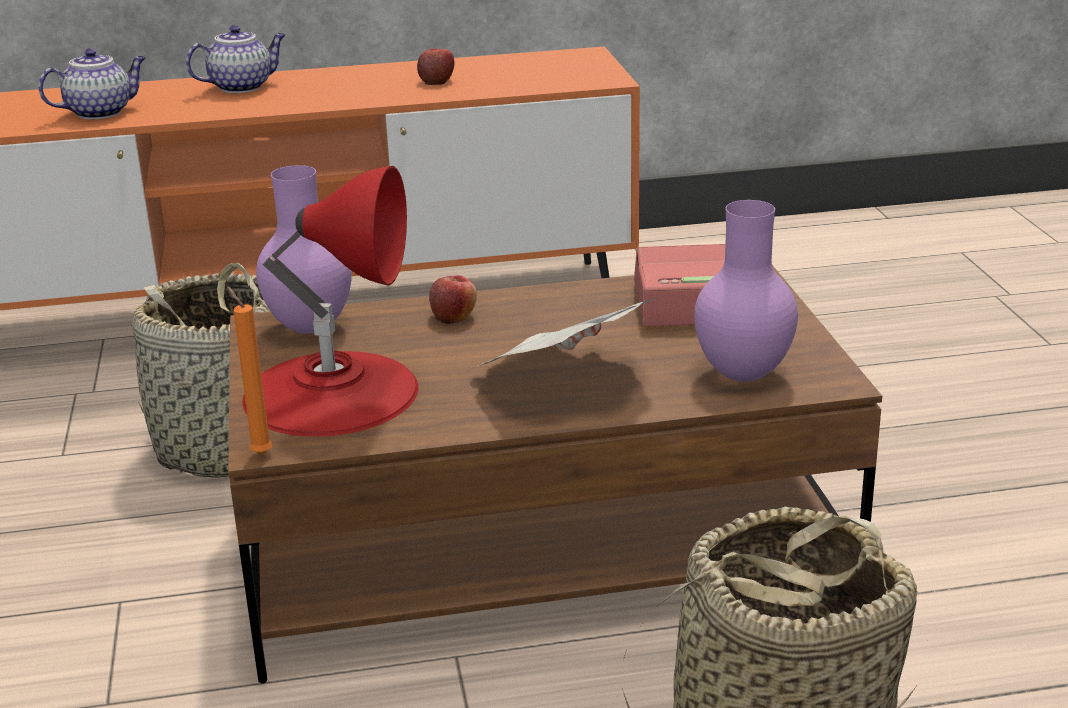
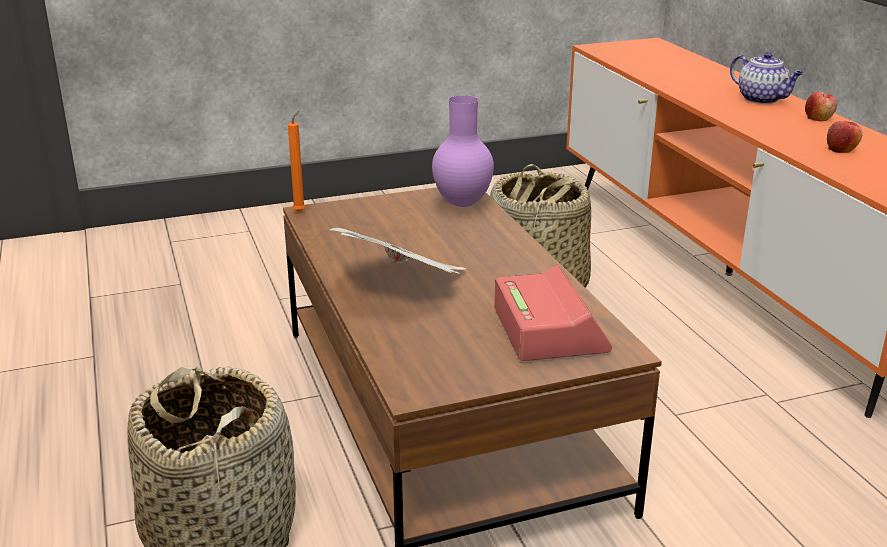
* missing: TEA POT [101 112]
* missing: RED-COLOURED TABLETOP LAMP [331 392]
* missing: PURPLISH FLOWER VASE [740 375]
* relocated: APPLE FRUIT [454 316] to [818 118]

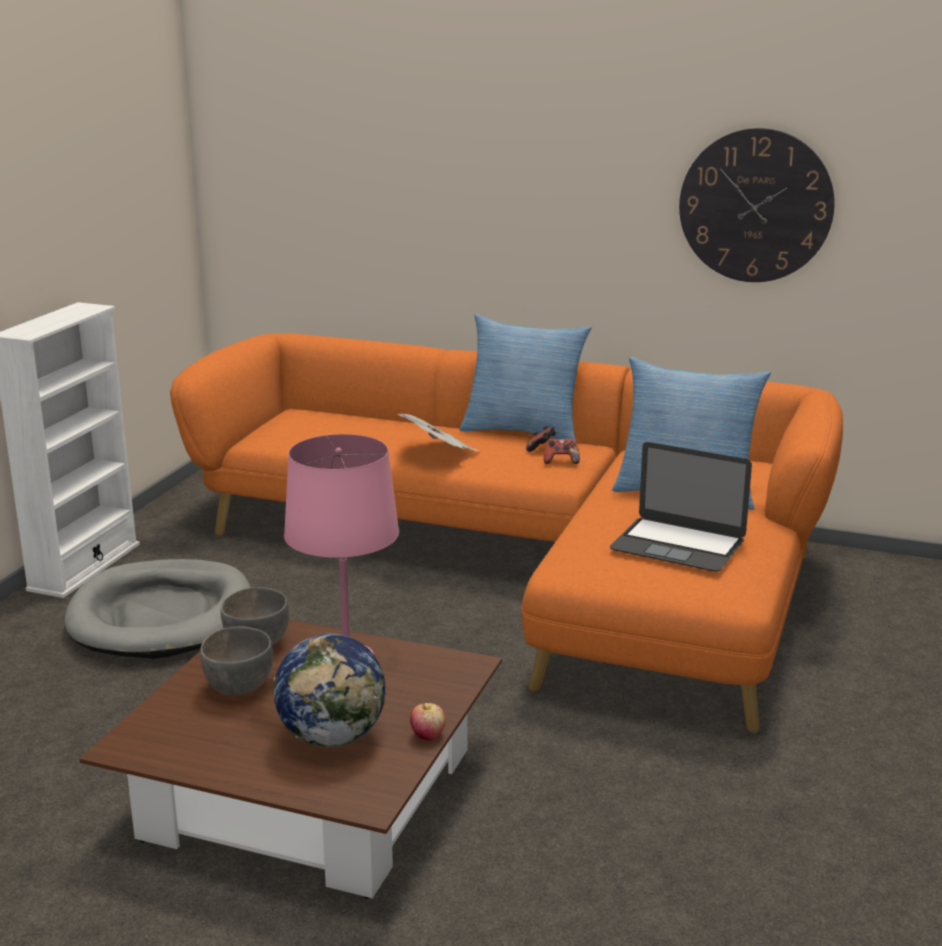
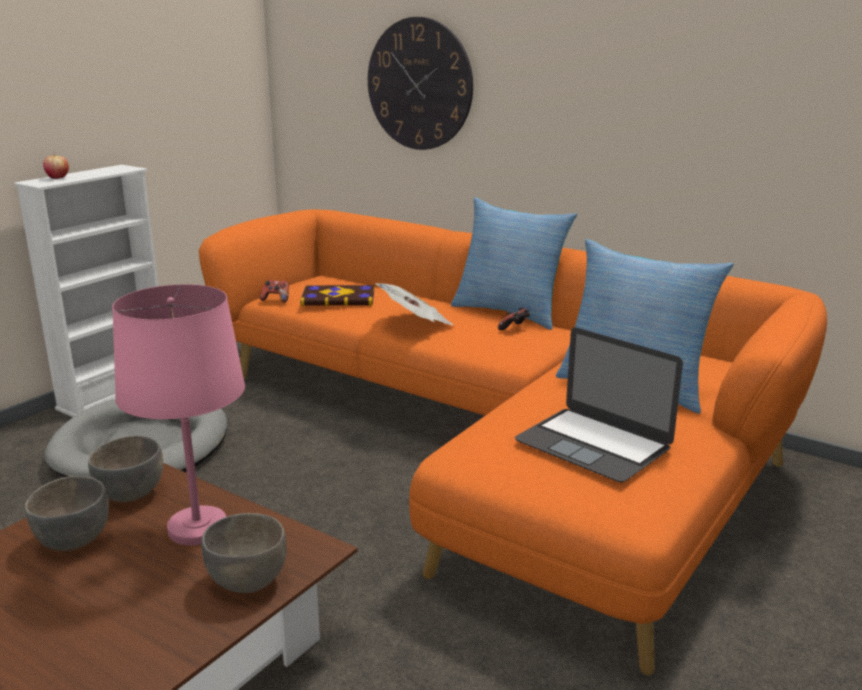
* relocated: HANGING CLOCK [755 206] to [419 84]
* relocated: GAMEPAD [561 461] to [276 299]
* missing: DESK GLOBE [333 737]
* relocated: APPLE FRUIT [428 736] to [58 178]
* appeared: BOOK [338 298]
* appeared: GREY SERVING BOWL [248 582]

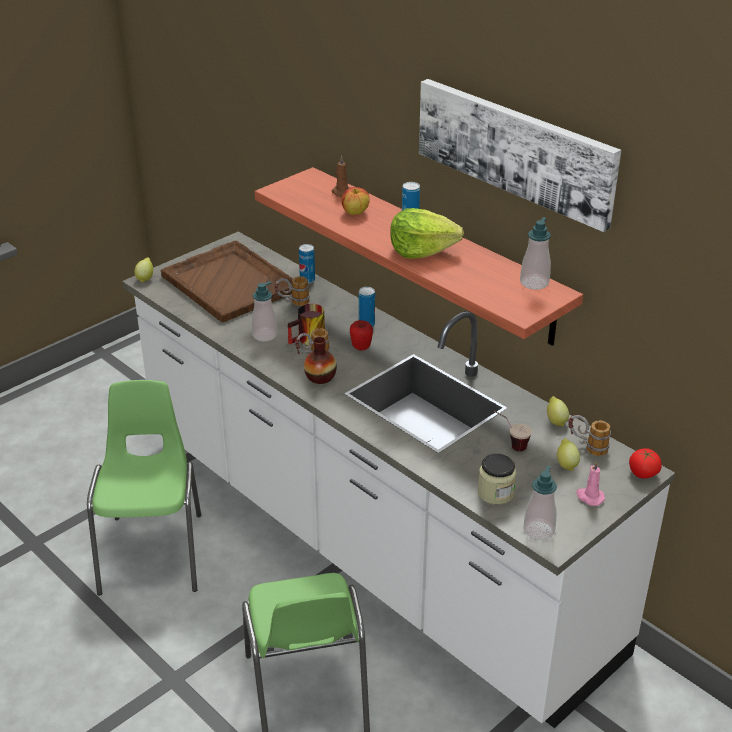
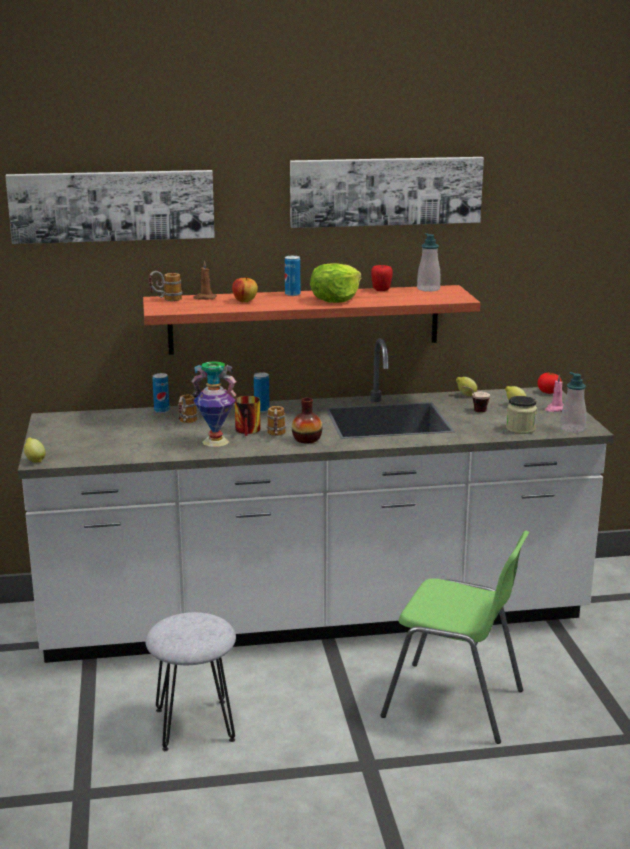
* missing: BROWN-COLOURED CARRYING TRAY [229 283]
* exchanged: SOAP BOTTLE [265 335] to FLOWER VASE [215 442]
* relocated: APPLE FRUIT [361 347] to [381 290]
* exchanged: GREEN PLAIN CHAIR [154 552] to GREY STOOL SEAT [194 724]
* relocated: TEA MUG [586 447] to [165 300]
* appeared: WALL PICTURE [112 206]

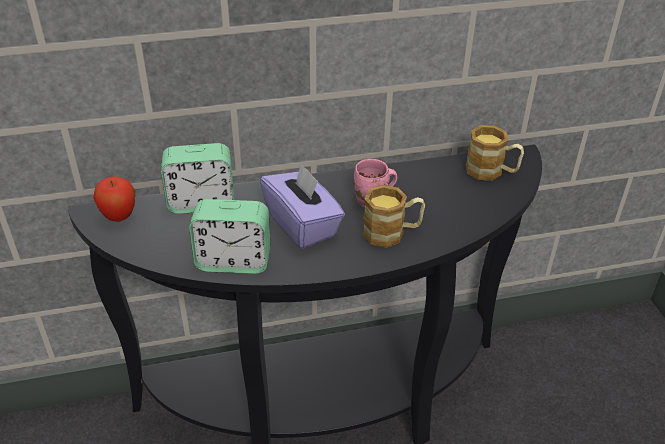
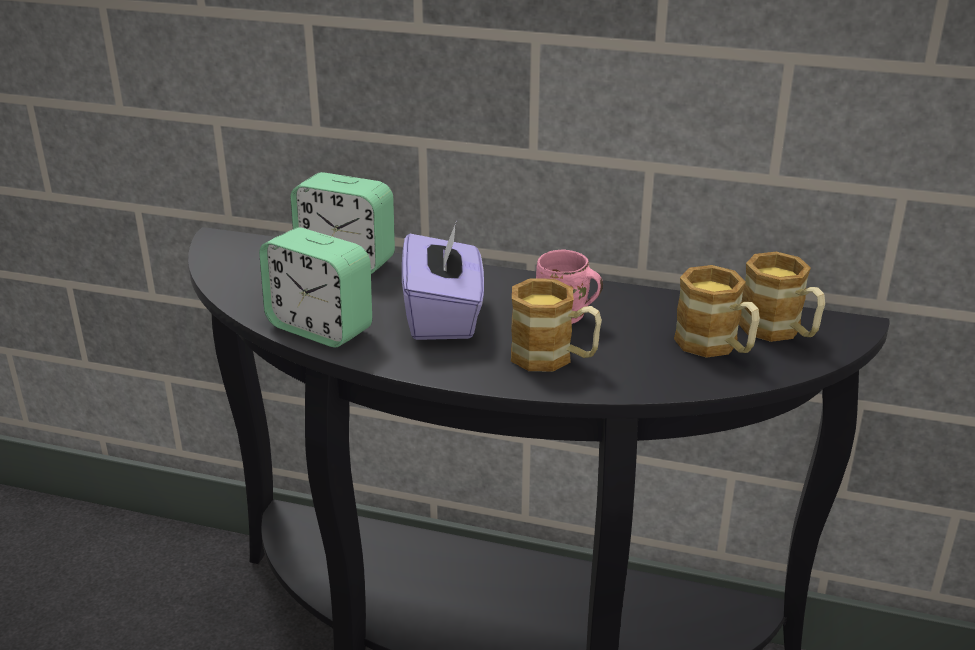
* missing: APPLE FRUIT [119 217]
* appeared: TEA MUG [716 347]

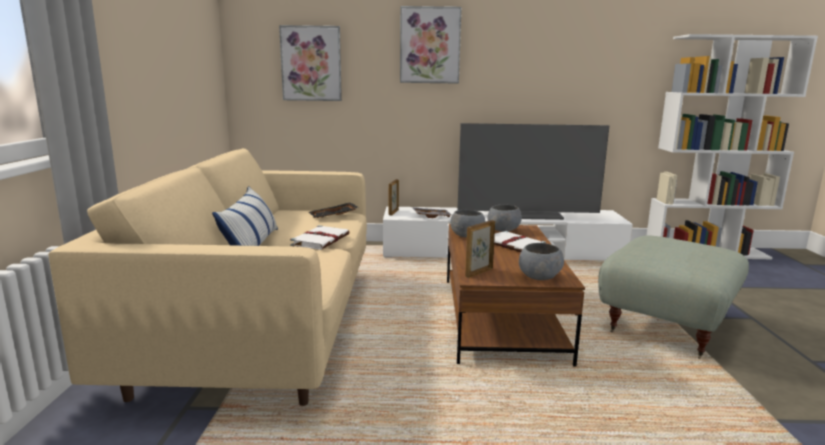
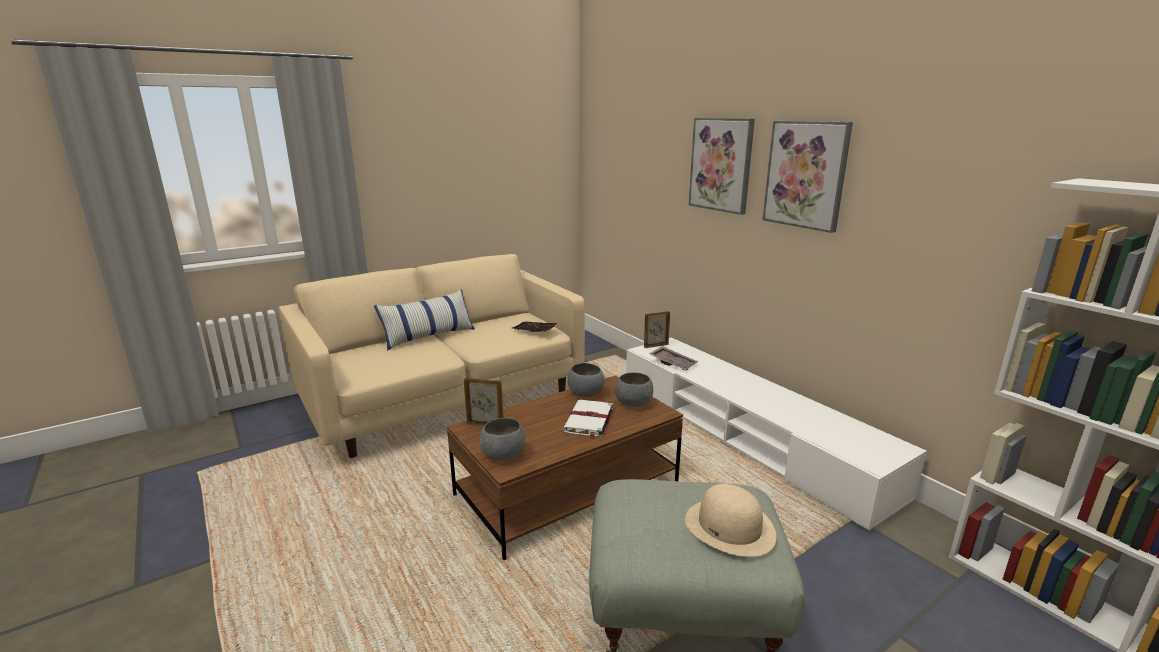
* relocated: WALL PICTURE [311 63] to [806 175]
* missing: TELEVISION [526 214]
* missing: WHITE-COLOURED BOOK [321 240]
* appeared: SAND-COLOURED CLOTHING HAT [730 527]

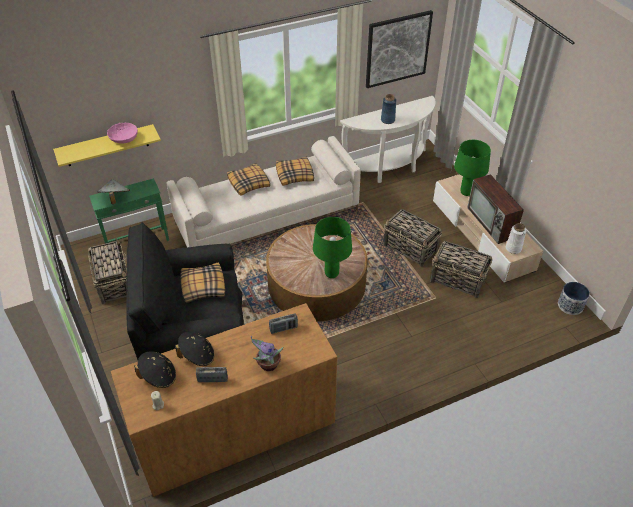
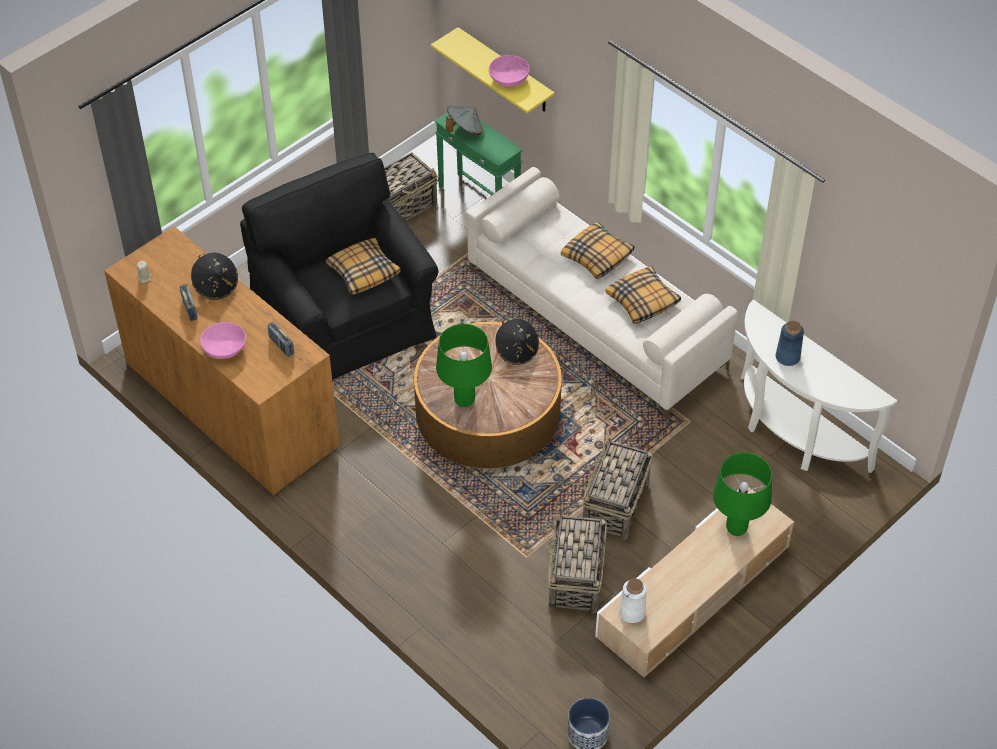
* missing: WALL PICTURE [397 49]
* missing: TELEVISION [491 223]
* exchanged: POTTED PLANT [267 365] to PINKISH SERVING BOWL [224 348]
* relocated: BLACK-COLOURED CLOTHING HAT [159 377] to [517 351]

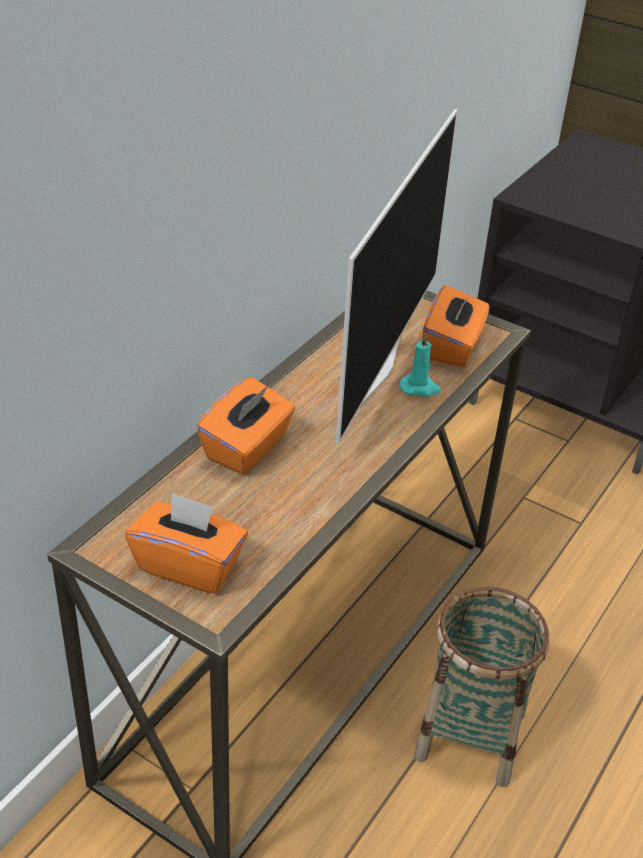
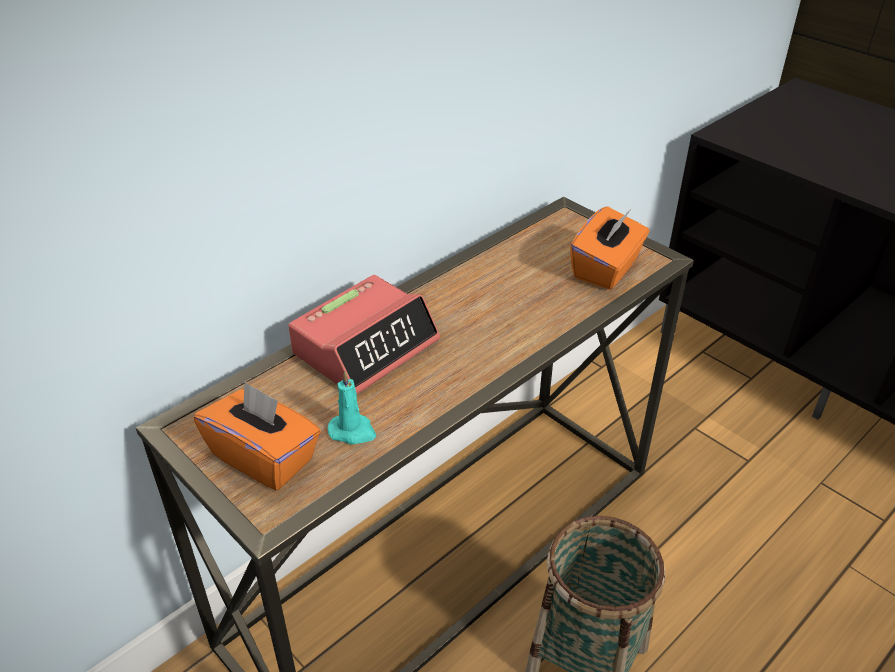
* missing: TELEVISION [375 369]
* relocated: TURQUOISE WAX CANDLE [420 388] to [353 431]
* exchanged: ORANGE BOX OF TISSUES [247 448] to BEDSIDE CLOCK [366 346]

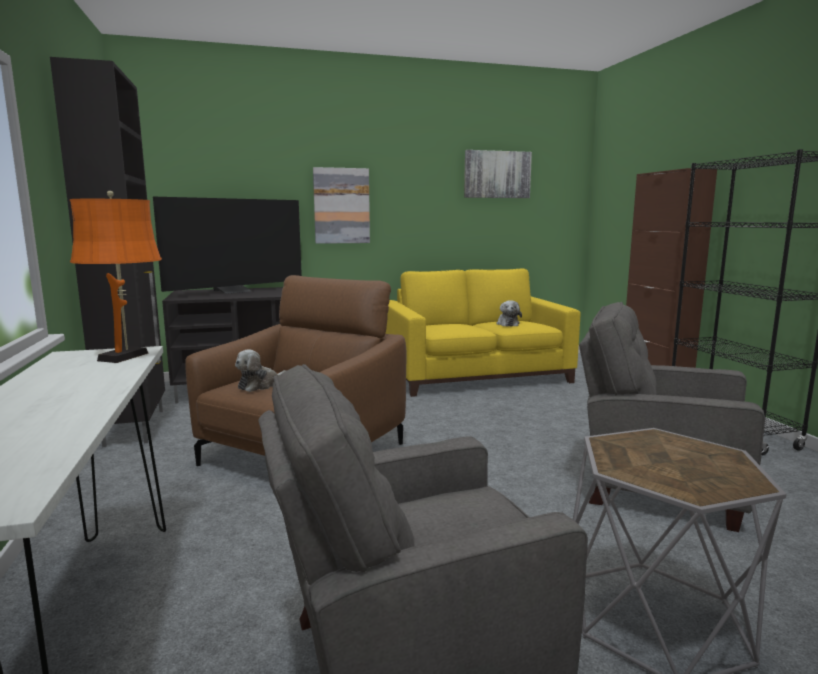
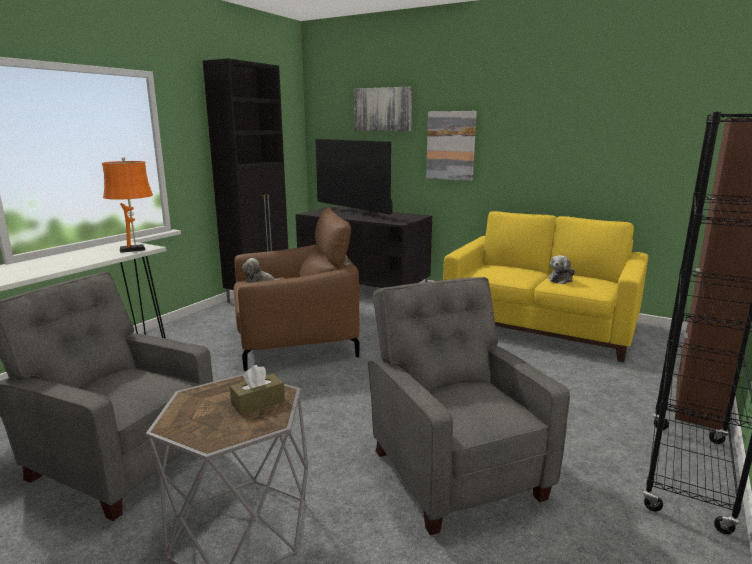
* relocated: WALL PICTURE [497 174] to [383 109]
* spun: TELEVISION [235 291] = [356 212] 45 degrees clockwise
* appeared: BROWN-COLOURED BOX OF TISSUES [258 402]

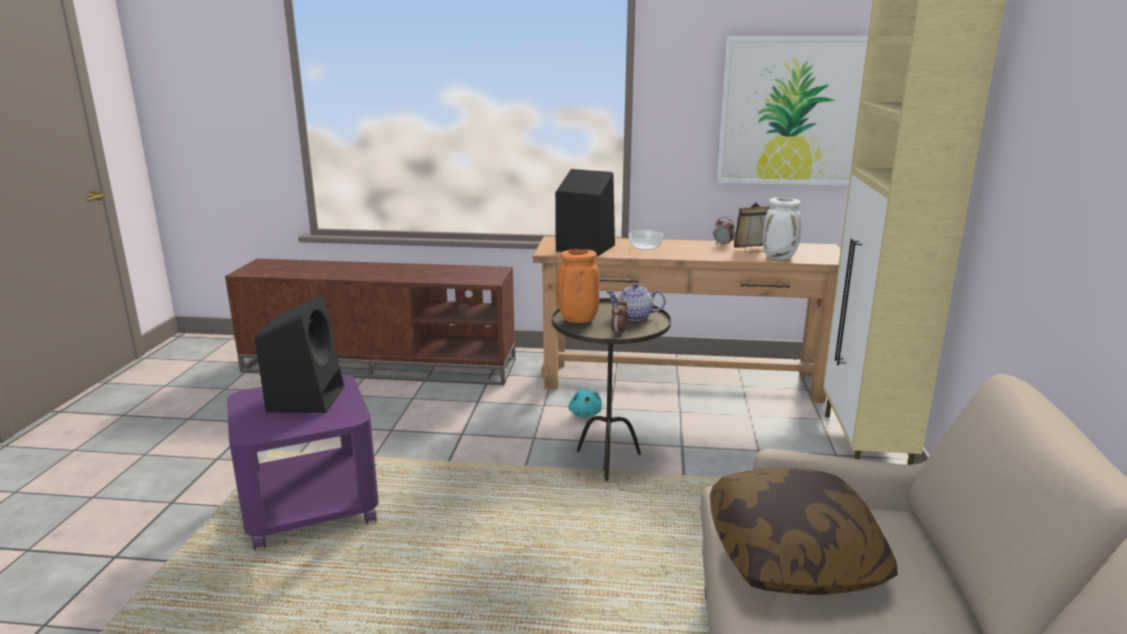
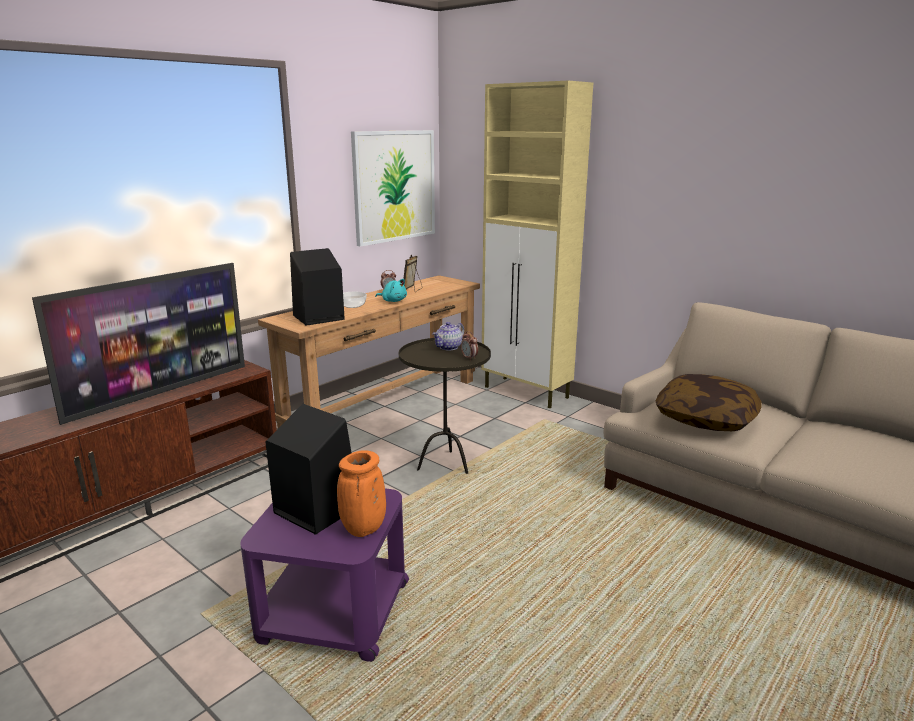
* missing: WHITE-COLOURED FLOWER VASE [779 257]
* relocated: ORANGE FLOWER VASE [577 320] to [363 530]
* relocated: TURQUOISE CUDDLY TOY [585 414] to [393 301]
* appeared: TELEVISION [161 392]

